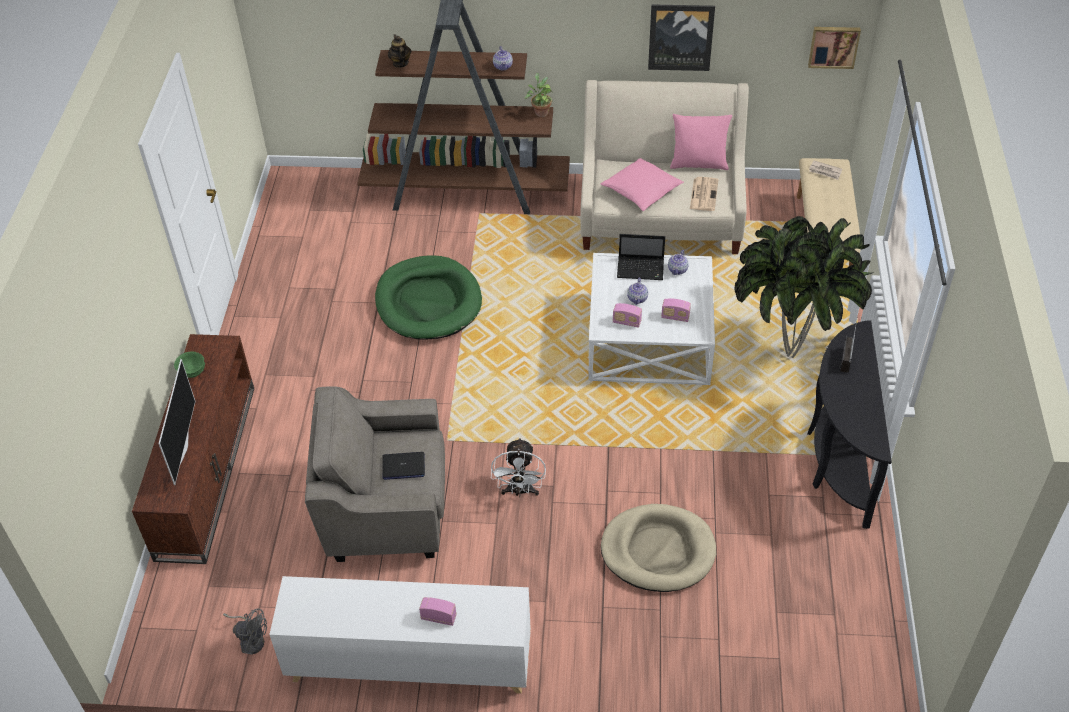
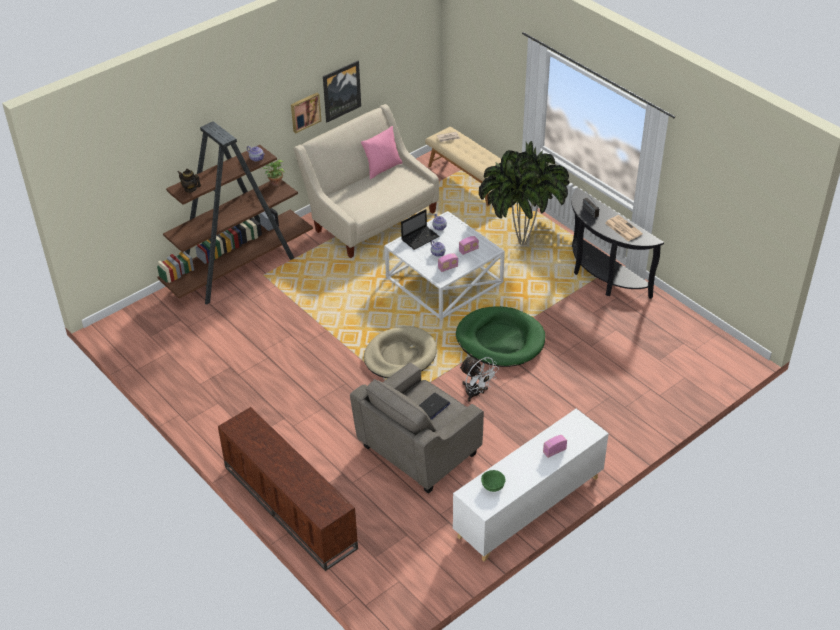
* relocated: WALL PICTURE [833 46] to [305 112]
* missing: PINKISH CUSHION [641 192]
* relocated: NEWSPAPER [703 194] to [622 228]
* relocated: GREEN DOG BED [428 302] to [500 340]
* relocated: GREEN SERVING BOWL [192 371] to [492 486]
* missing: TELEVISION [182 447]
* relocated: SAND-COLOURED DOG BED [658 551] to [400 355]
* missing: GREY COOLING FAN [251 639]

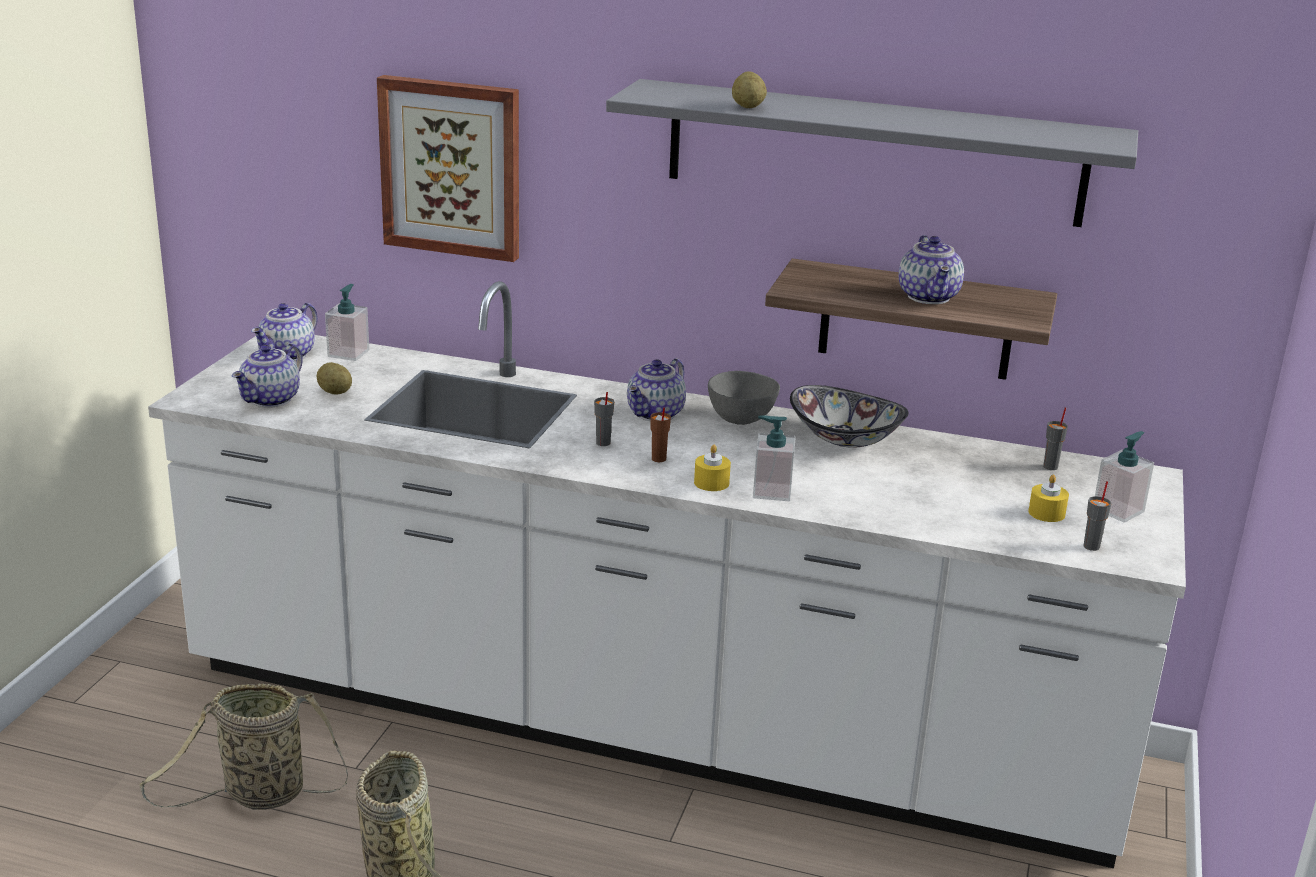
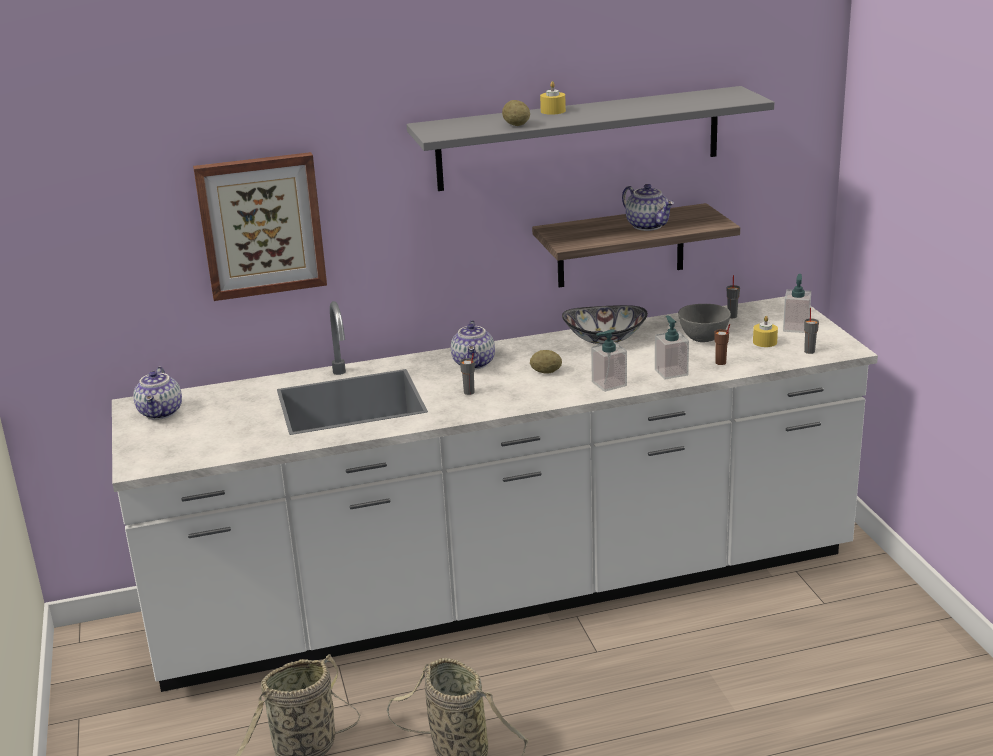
* relocated: SOAP BOTTLE [348 353] to [671 372]
* missing: TEA POT [271 400]
* relocated: SPUD [335 392] to [546 372]
* relocated: GREY SERVING BOWL [742 420] to [704 338]
* relocated: BROWN-COLOURED SMALL CUP [658 459] to [721 363]
* relocated: YELLOWISH WAX CANDLE [711 483] to [553 111]

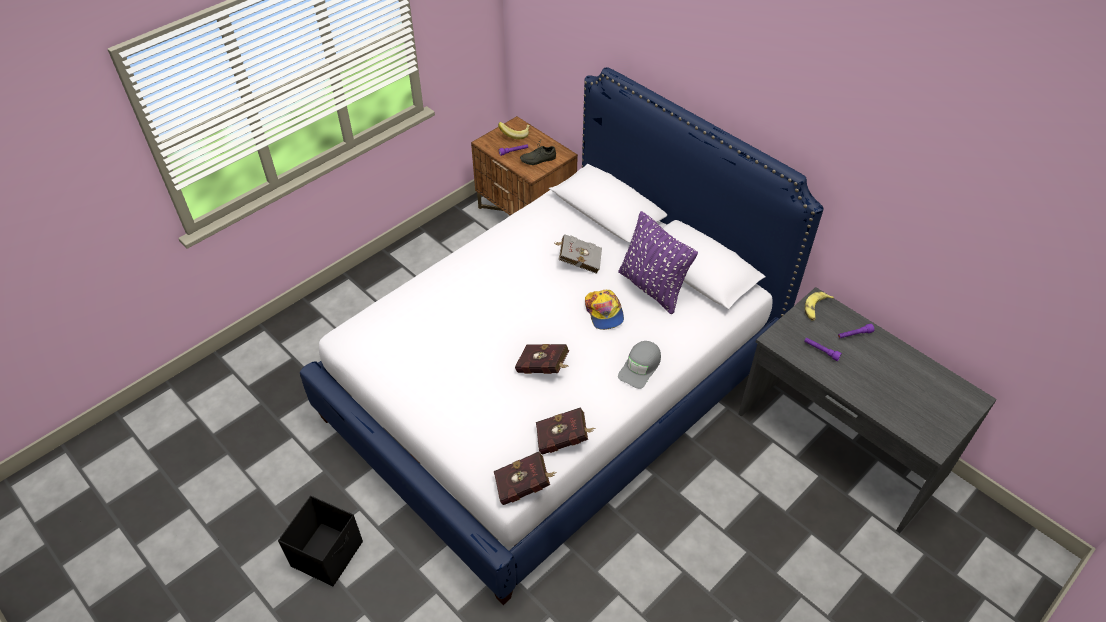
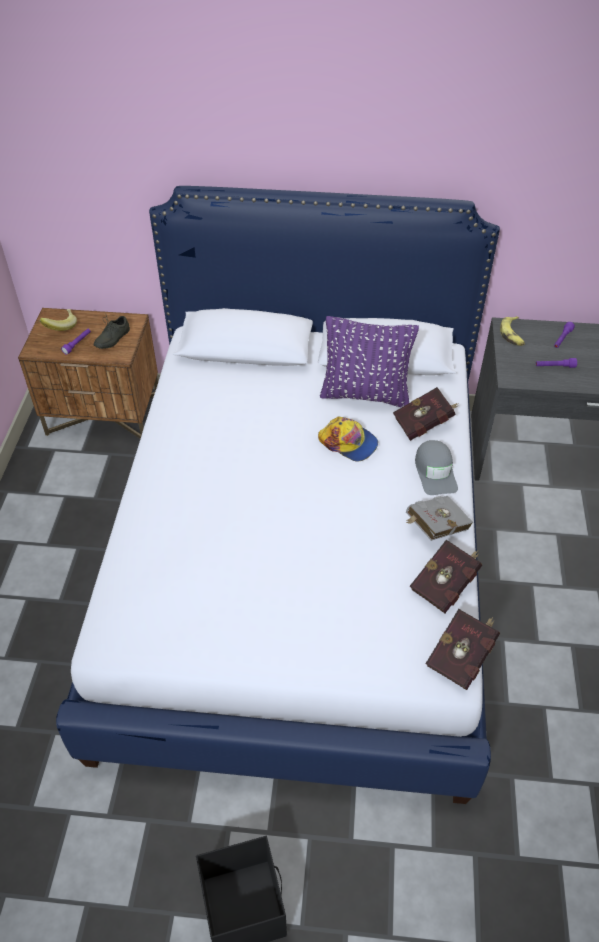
* relocated: GREY BOOK [578 261] to [434 528]
* relocated: RED-COLOURED BOOK [544 368] to [425 424]

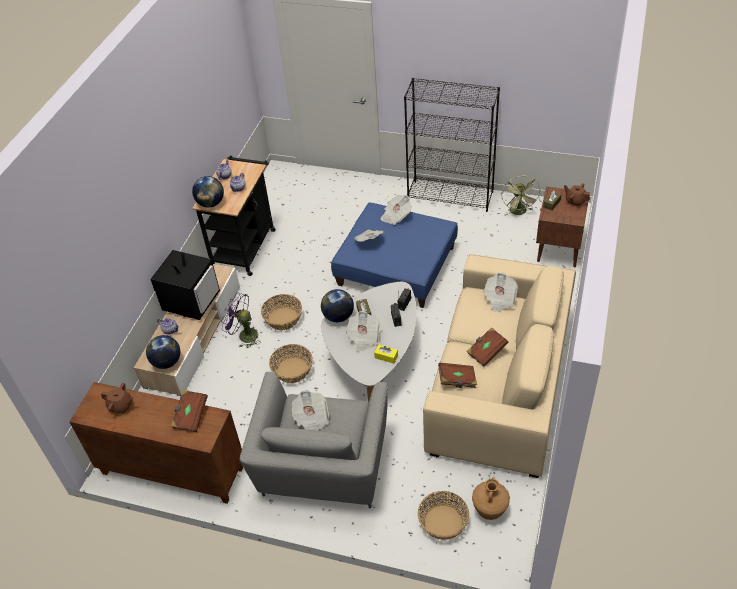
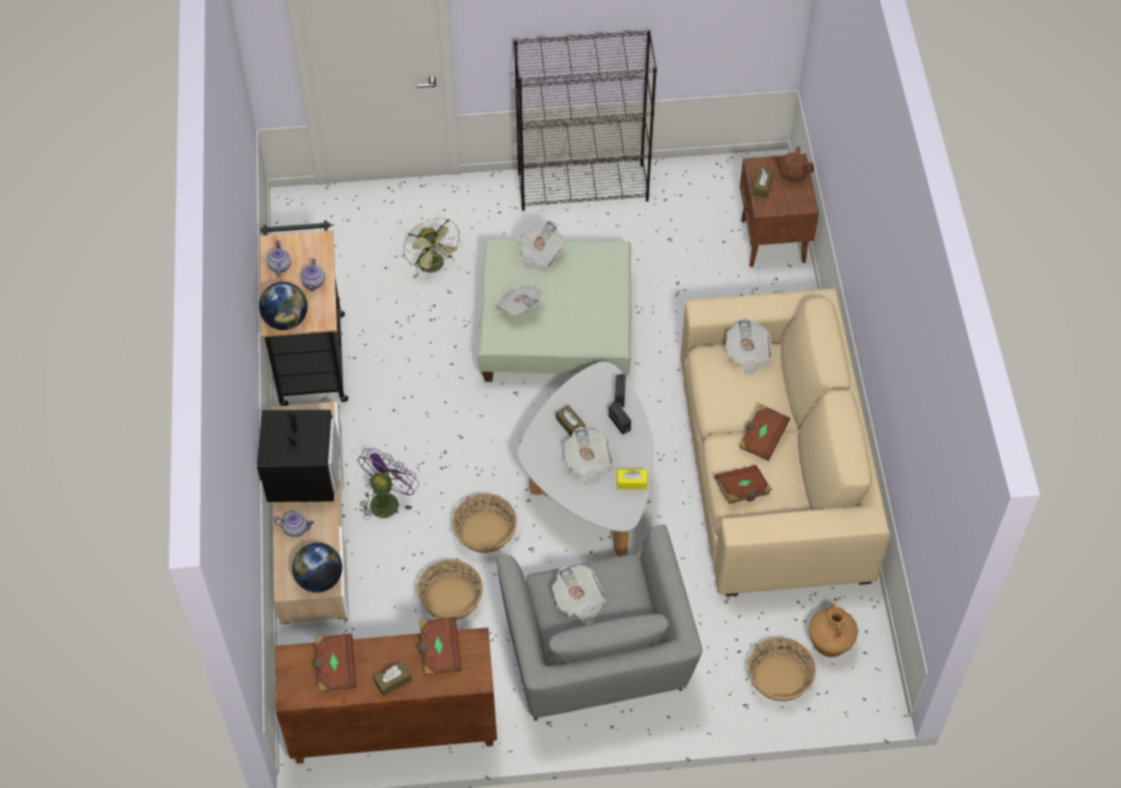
* relocated: GREEN COOLING FAN [519 212] to [434 266]
* colour: BLUE POUFFE [397 266] to GREEN POUFFE [557 326]
* missing: DESK GLOBE [338 316]
* spun: PURPLISH COOLING FAN [244 335] = [387 499] 120 degrees clockwise
* relocated: STORAGE BASKET [283 319] to [451 599]
* exchanged: BROWN-COLOURED TEA POT [121 406] to BROWN-COLOURED BOOK [335 668]
* appeared: BROWN-COLOURED BOX OF TISSUES [393 681]

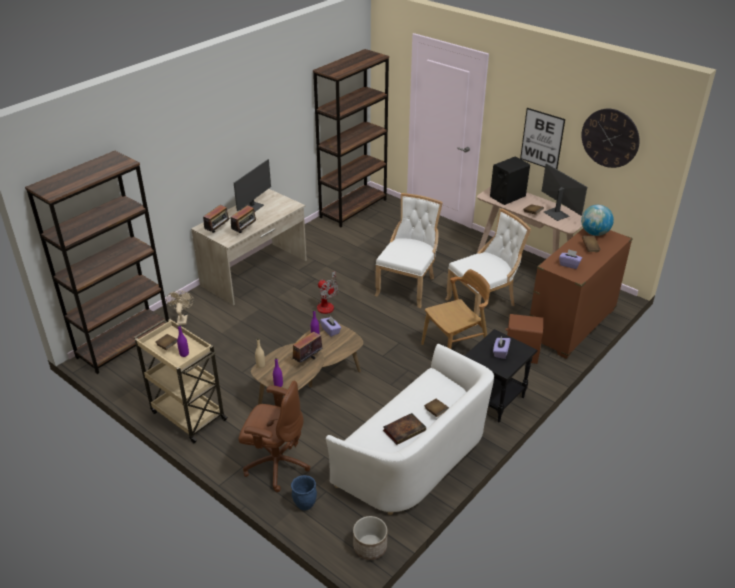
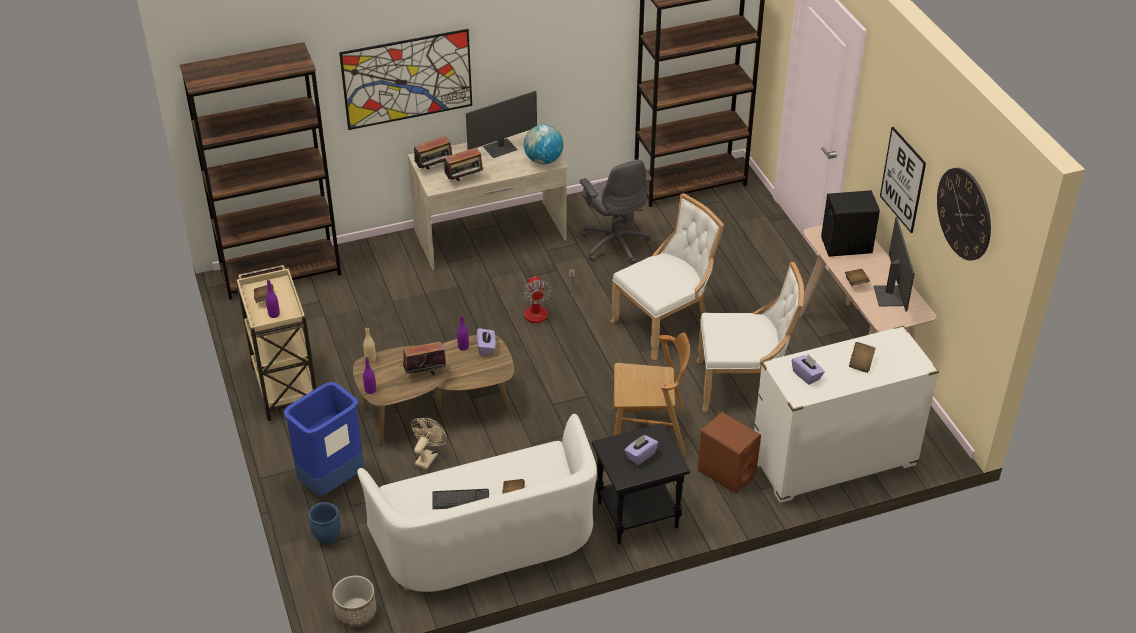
* relocated: DESK GLOBE [594 233] to [543 160]
* colour: BROWN-COLOURED DRAWER CHEST [571 325] to WHITE-COLOURED DRAWER CHEST [833 462]
* relocated: SAND-COLOURED COOLING FAN [182 318] to [428 457]
* exchanged: BROWN-COLOURED COMPUTER CHAIR [276 464] to BLUE WASTE BIN [332 481]
* exchanged: BOOK [405 430] to PC KEYBOARD [460 500]
* appeared: WALL PICTURE [407 79]
* appeared: GREY COMPUTER CHAIR [615 244]

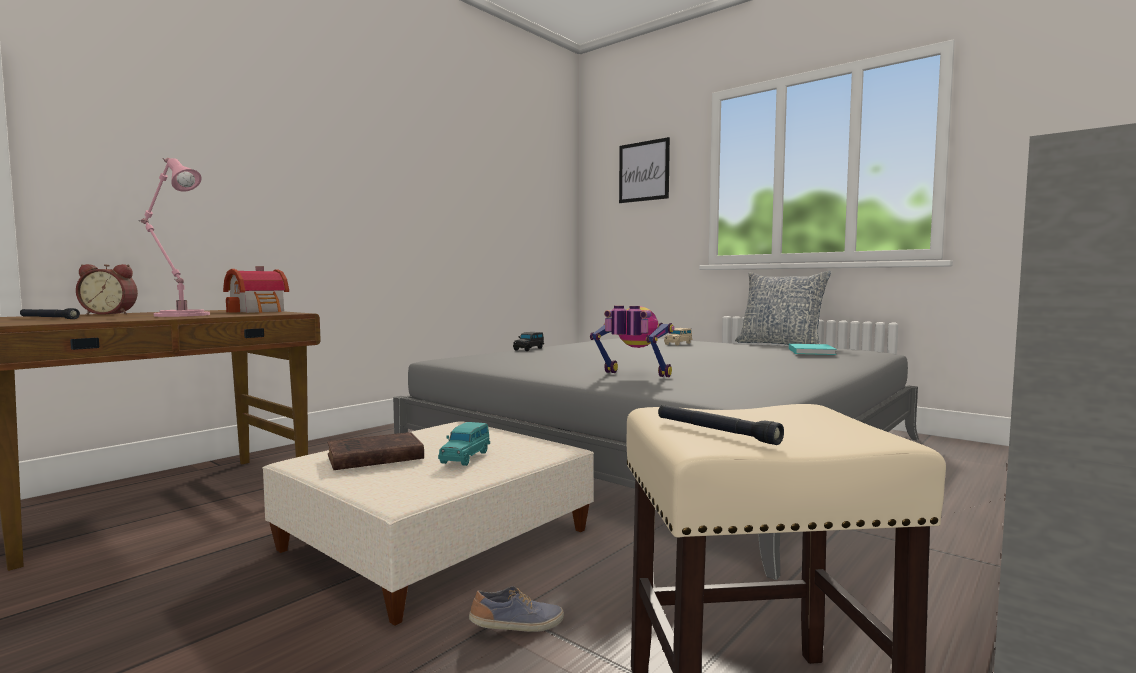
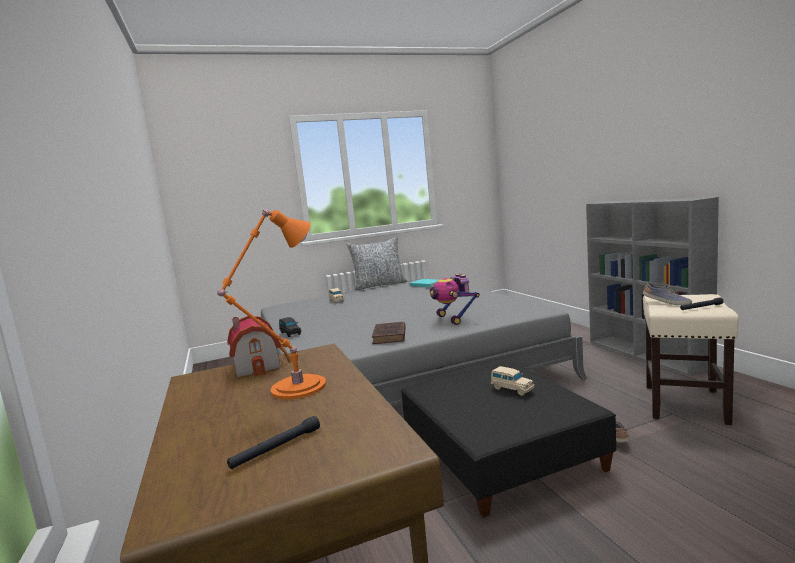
* missing: WALL PICTURE [644 171]
* colour: PINKISH TABLETOP LAMP [180 315] to ORANGE TABLETOP LAMP [294 389]
* missing: BEDSIDE CLOCK [110 314]
* spun: TOY ROBOT [633 376] = [454 319] 75 degrees counterclockwise
* colour: SAND-COLOURED POUFFE [437 539] to BLACK-COLOURED POUFFE [500 451]
* colour: TURQUOISE MODEL CAR [465 457] to SAND-COLOURED MODEL CAR [511 389]
* relocated: BROWN-COLOURED BOOK [372 457] to [389 336]
* appeared: SHOE [666 302]

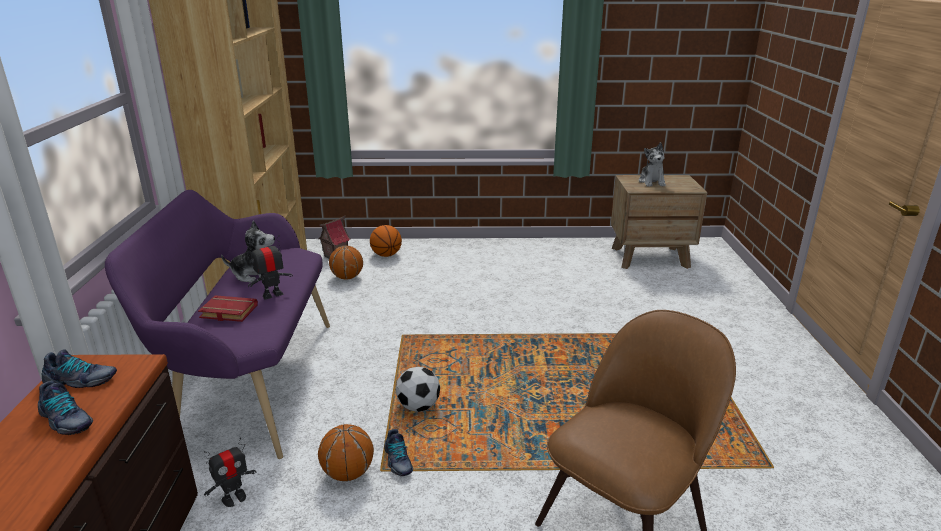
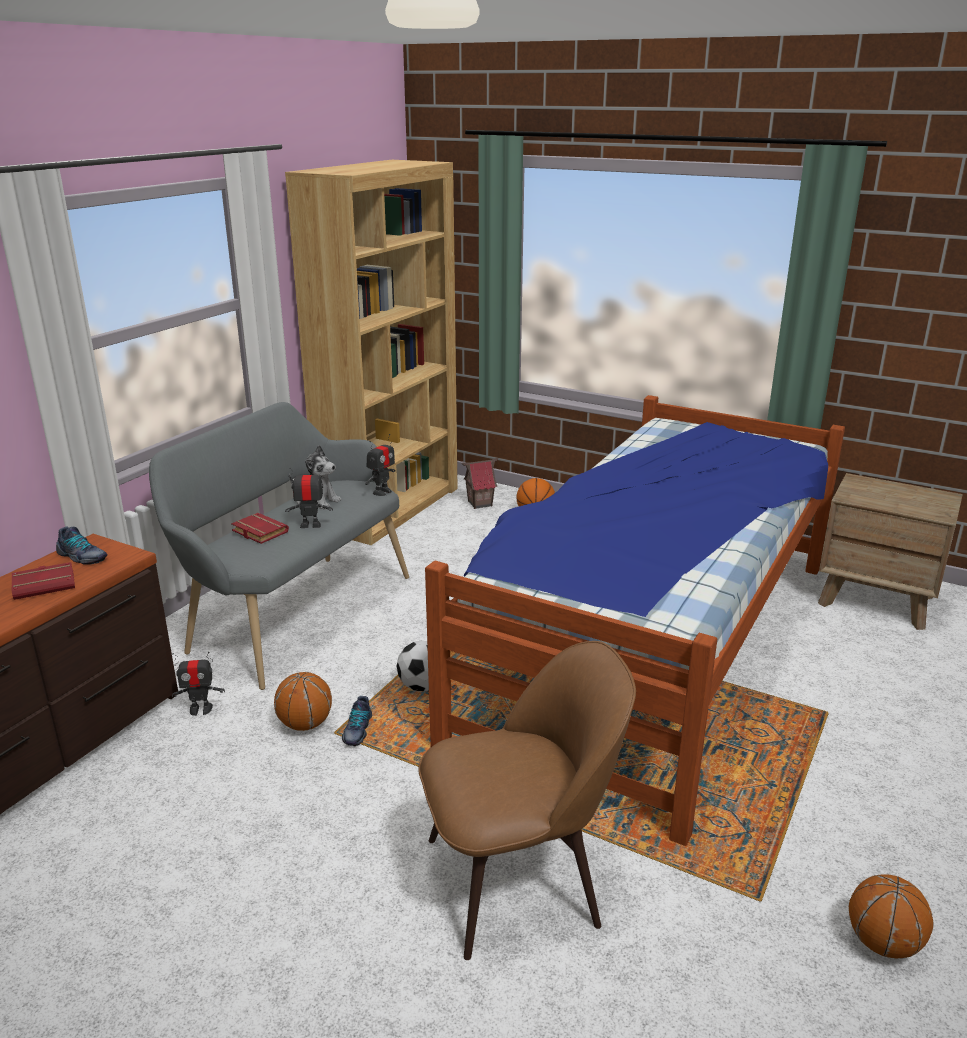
* missing: CUDDLY TOY [652 182]
* colour: PURPLISH BENCH [250 383] to GREY BENCH [293 612]
* relocated: BASKETBALL [347 277] to [882 943]
* exchanged: SHOE [65 420] to RED-COLOURED BOOK [45 584]
* appeared: BEDROOM BED [652 645]
* appeared: TOY ROBOT [382 492]

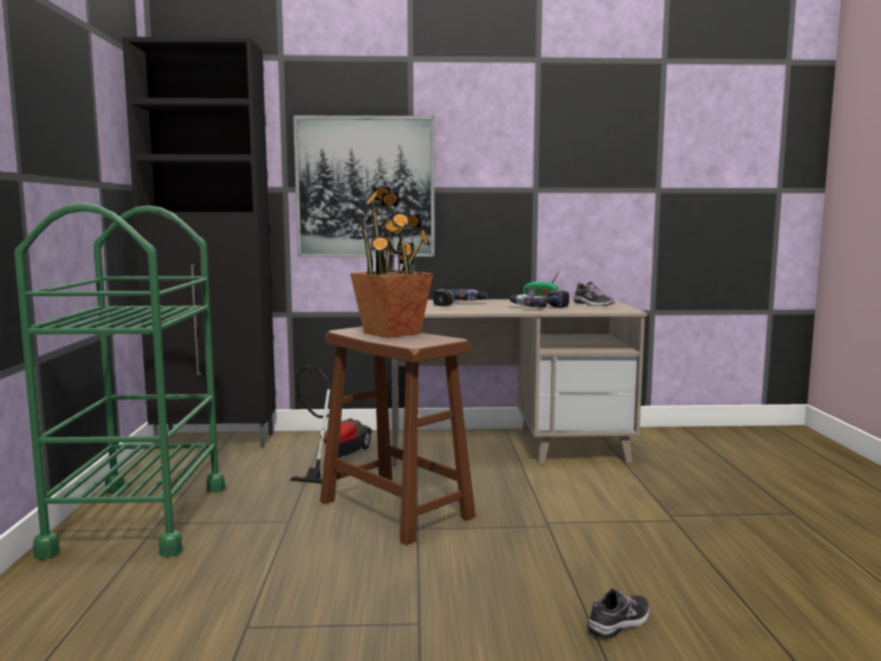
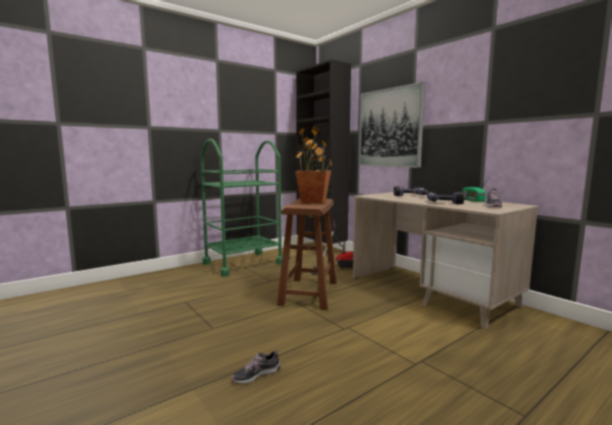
* spun: SHOE [620 623] = [256 375] 135 degrees clockwise

